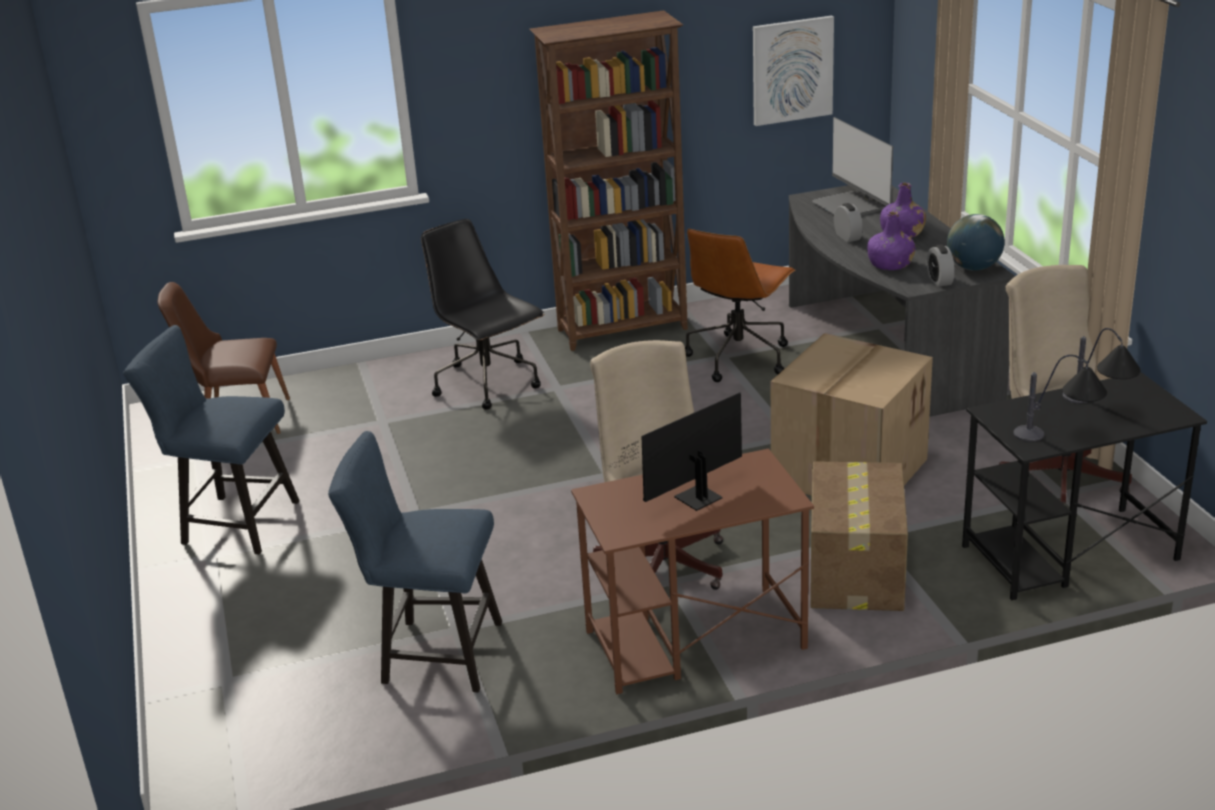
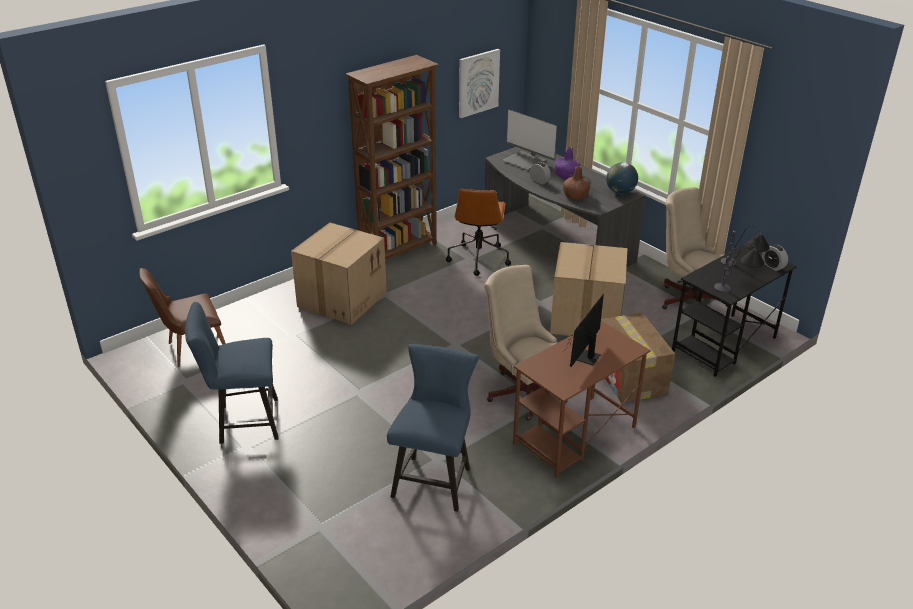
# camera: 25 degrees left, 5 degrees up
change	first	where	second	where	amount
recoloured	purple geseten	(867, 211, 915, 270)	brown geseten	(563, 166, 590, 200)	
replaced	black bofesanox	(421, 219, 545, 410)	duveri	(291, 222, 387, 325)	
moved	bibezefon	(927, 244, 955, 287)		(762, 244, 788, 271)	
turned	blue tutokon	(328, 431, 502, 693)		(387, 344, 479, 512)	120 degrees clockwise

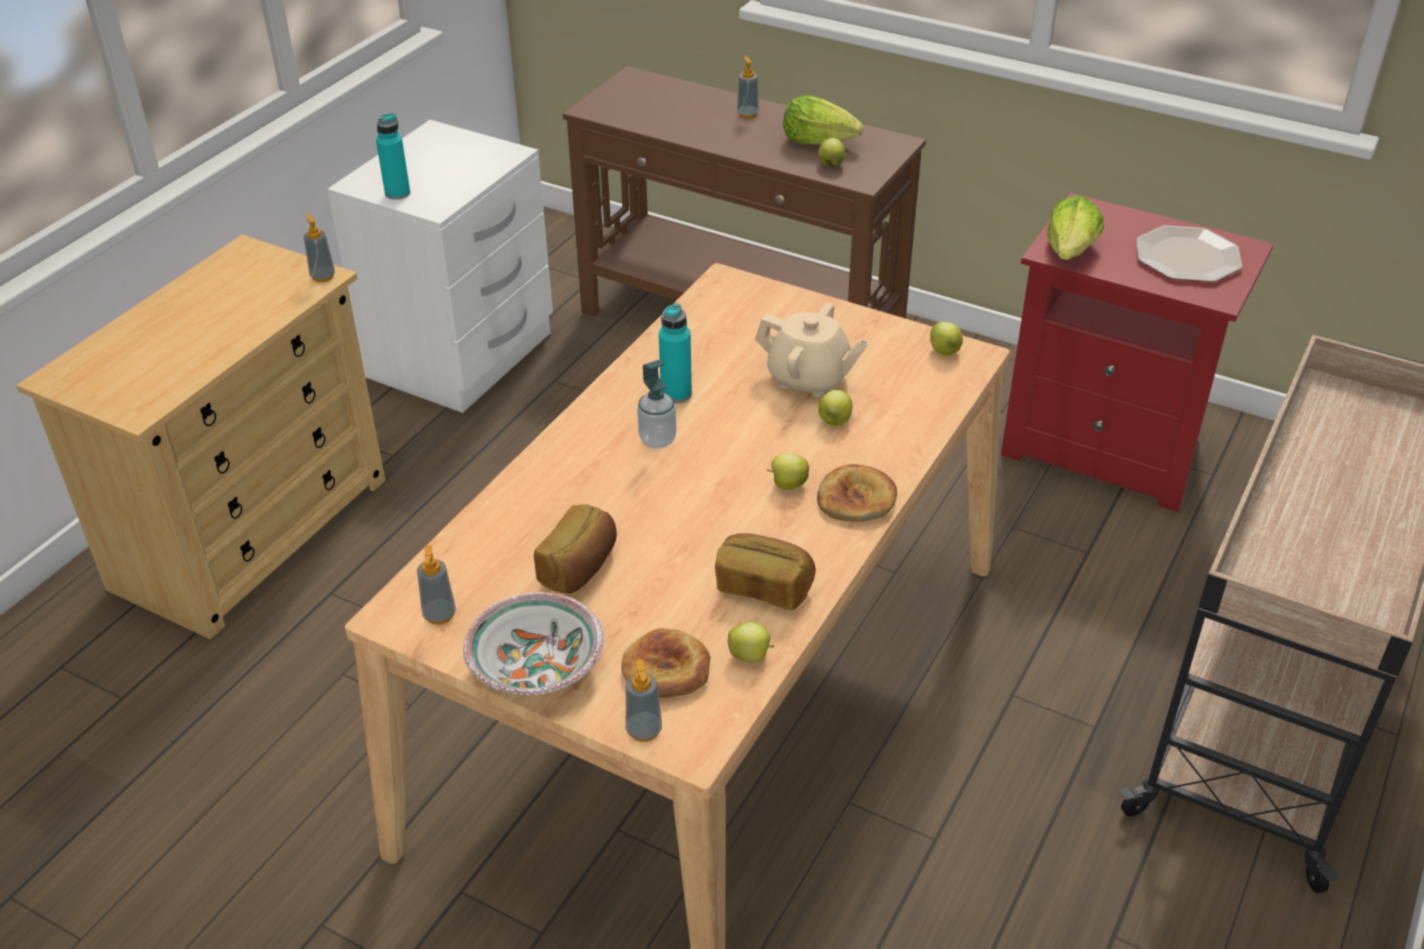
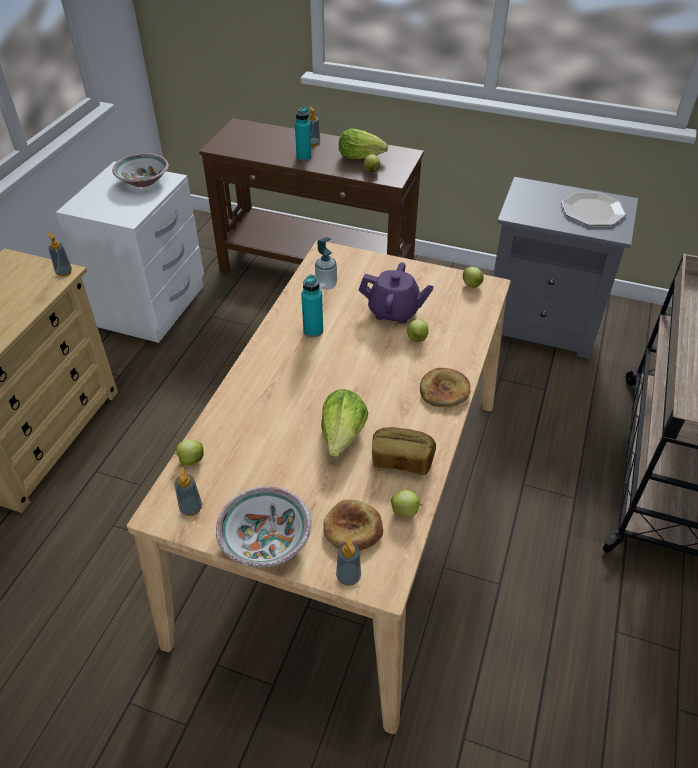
# camera: 10 degrees left, 5 degrees up
change	first	where	second	where	amount
moved	turquoise geseten	(376, 113, 410, 200)		(295, 107, 311, 161)	
recoloured	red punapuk	(1001, 193, 1274, 512)	grey punapuk	(493, 177, 638, 359)	
moved	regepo	(1047, 195, 1104, 260)		(321, 389, 368, 457)	
recoloured	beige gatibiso	(755, 302, 869, 397)	purple gatibiso	(358, 262, 434, 324)	
moved	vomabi	(637, 360, 676, 448)		(315, 237, 337, 290)	
moved	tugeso	(767, 453, 809, 490)		(174, 440, 204, 466)	
removed	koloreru	(534, 504, 617, 593)			
added			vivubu	(112, 153, 169, 187)	

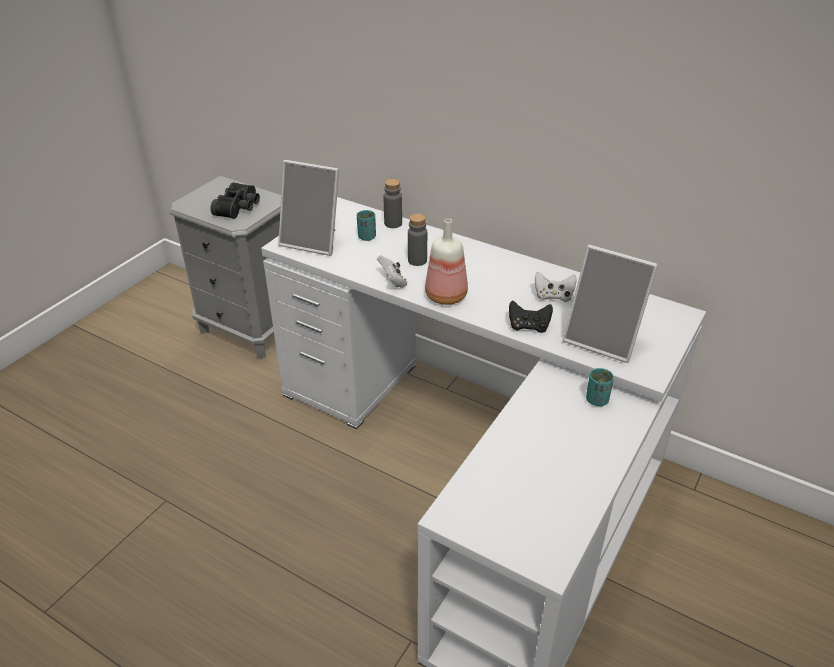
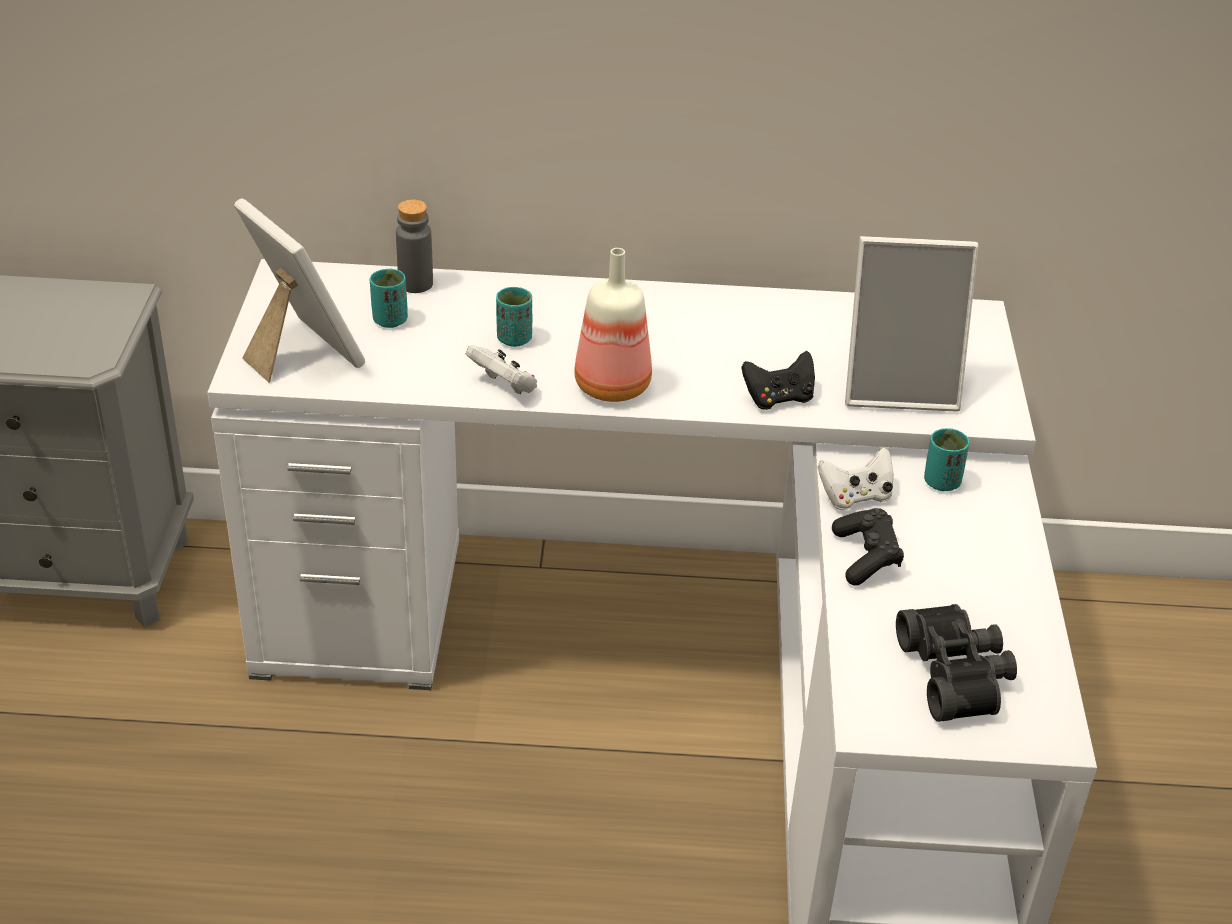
# camera: 30 degrees left, 0 degrees up
change	first	where	second	where	amount
turned	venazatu	(278, 160, 339, 256)		(234, 198, 365, 382)	120 degrees counterclockwise
moved	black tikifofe	(210, 182, 260, 219)		(896, 604, 1017, 722)	
replaced	grey geseten	(408, 214, 427, 266)	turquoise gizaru	(496, 287, 532, 347)	
moved	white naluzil	(535, 272, 577, 302)		(817, 447, 894, 510)	
added			black naluzil	(832, 508, 904, 585)	

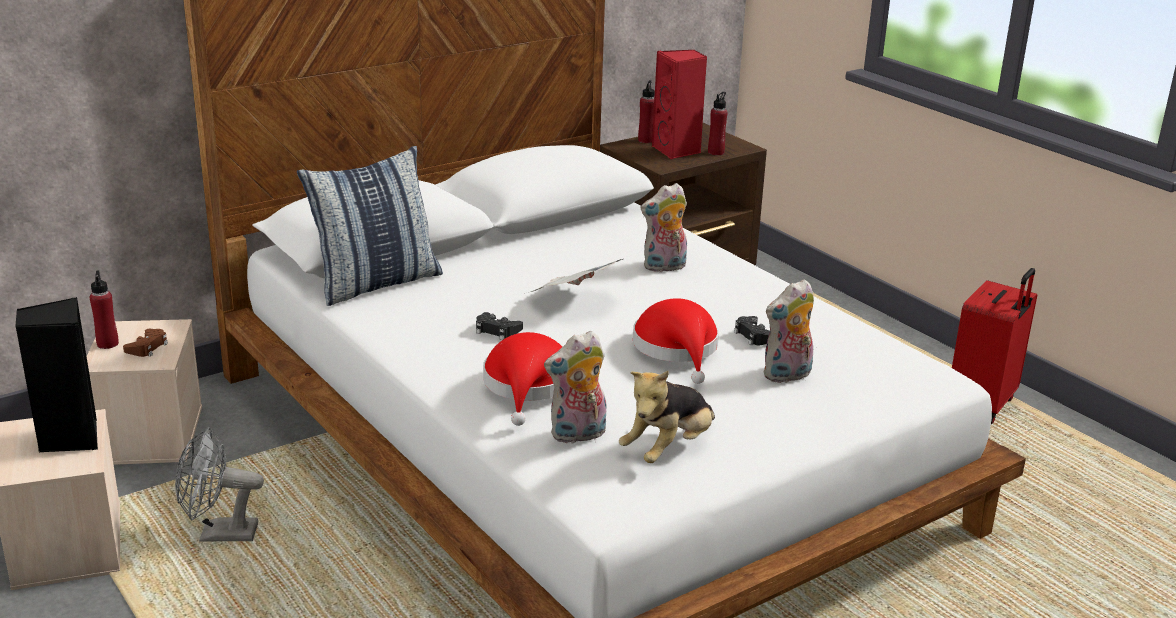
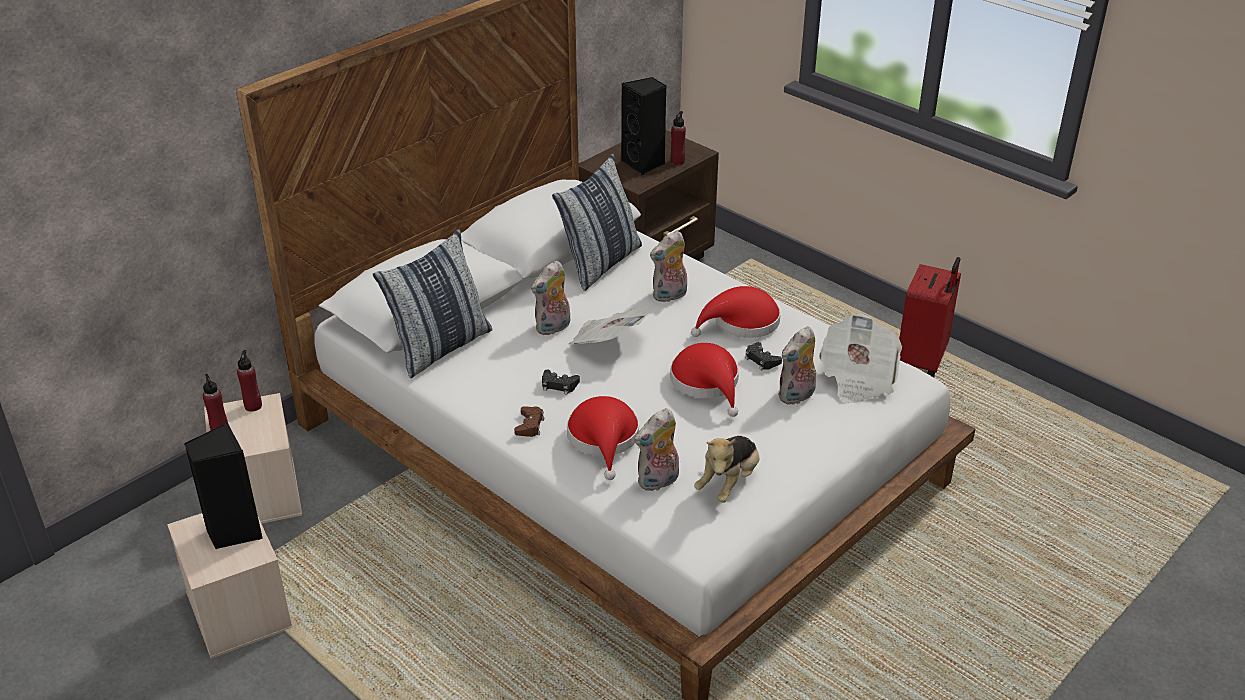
# camera: 10 degrees left, 10 degrees up
change	first	where	second	where	amount
recoloured	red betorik	(652, 50, 707, 159)	black betorik	(621, 77, 667, 175)	
moved	red geseten	(638, 80, 654, 143)		(237, 350, 262, 412)	
moved	brown naluzil	(123, 329, 168, 357)		(514, 406, 544, 437)	
removed	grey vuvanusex	(175, 427, 264, 542)			
added			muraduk	(552, 153, 642, 291)	
added			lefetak	(531, 261, 570, 335)	
added			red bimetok	(691, 286, 781, 338)	
added			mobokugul	(819, 314, 902, 403)	

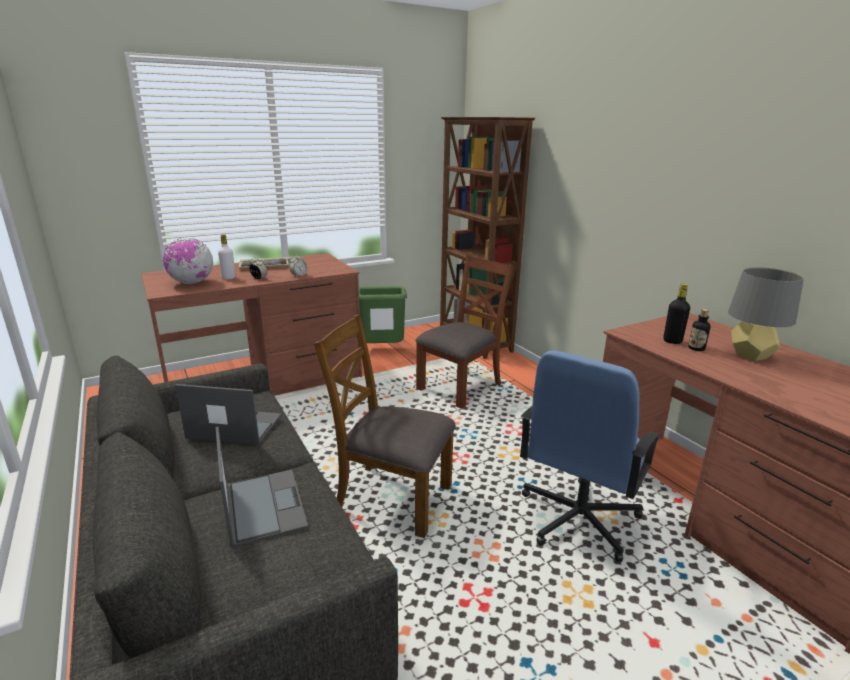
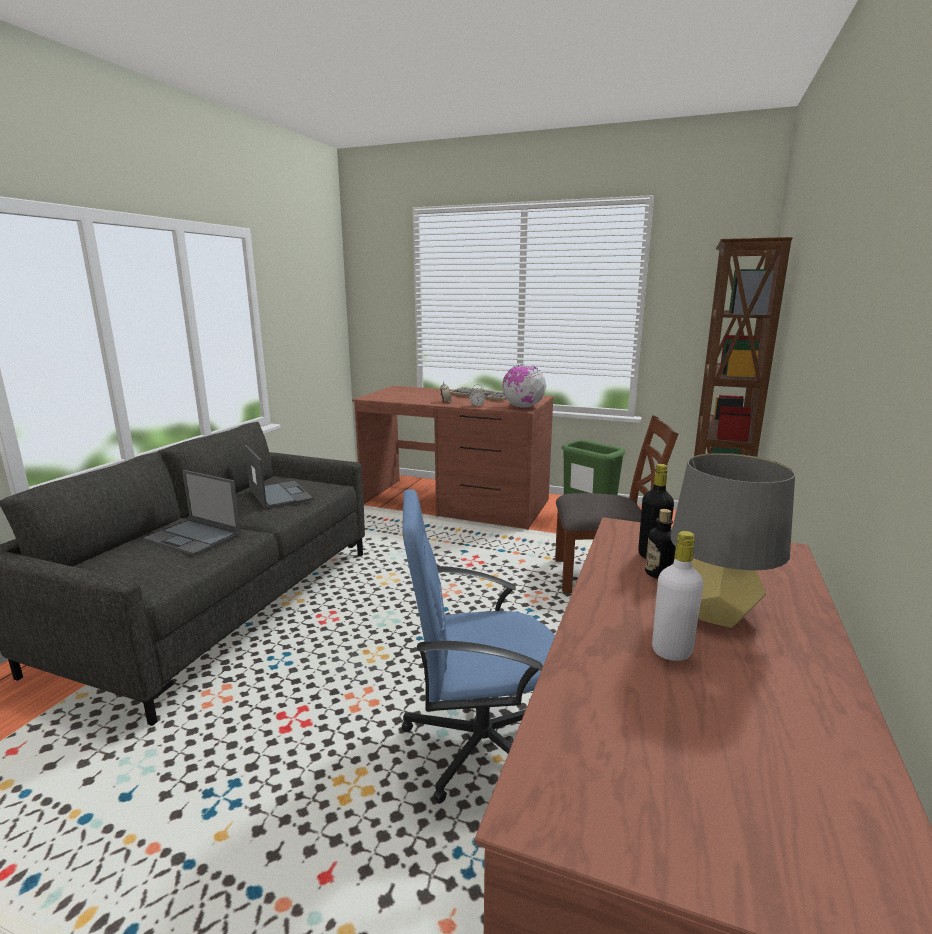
# camera: 50 degrees right, 5 degrees down
change	first	where	second	where	amount
moved	white geseten	(218, 234, 235, 279)		(652, 531, 704, 661)	
moved	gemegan	(163, 238, 213, 284)		(502, 364, 546, 408)	
removed	brown tutokon	(314, 314, 456, 538)			
turned	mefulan	(216, 427, 308, 548)		(143, 470, 241, 556)	90 degrees clockwise

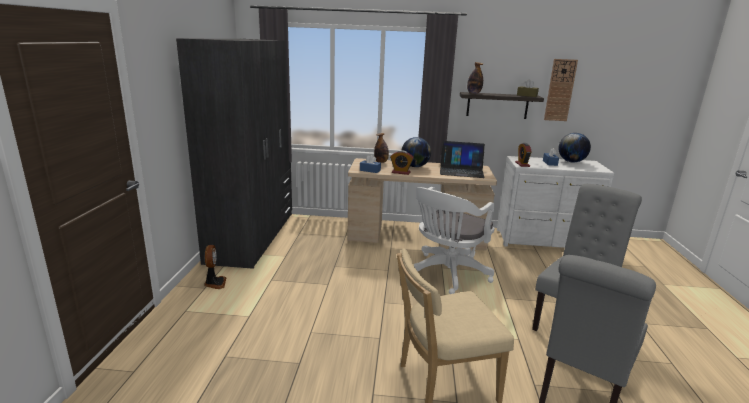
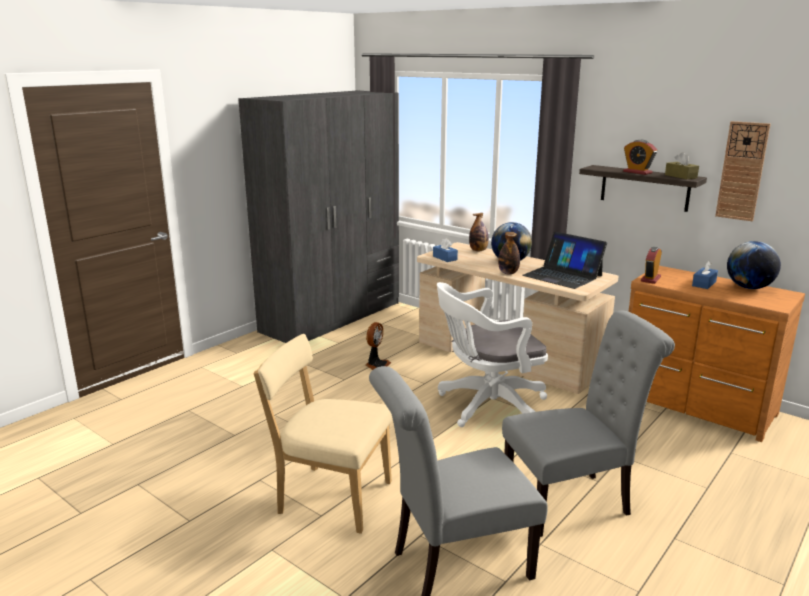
# camera: 35 degrees right, 0 degrees up
change	first	where	second	where	amount
moved	geseten	(467, 62, 483, 94)		(498, 232, 520, 274)	
moved	bibezefon	(390, 150, 414, 175)		(623, 140, 657, 175)	
recoloured	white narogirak	(497, 156, 614, 248)	brown narogirak	(628, 266, 805, 442)	
moved	vuvanusex	(204, 245, 227, 289)		(365, 322, 391, 370)	

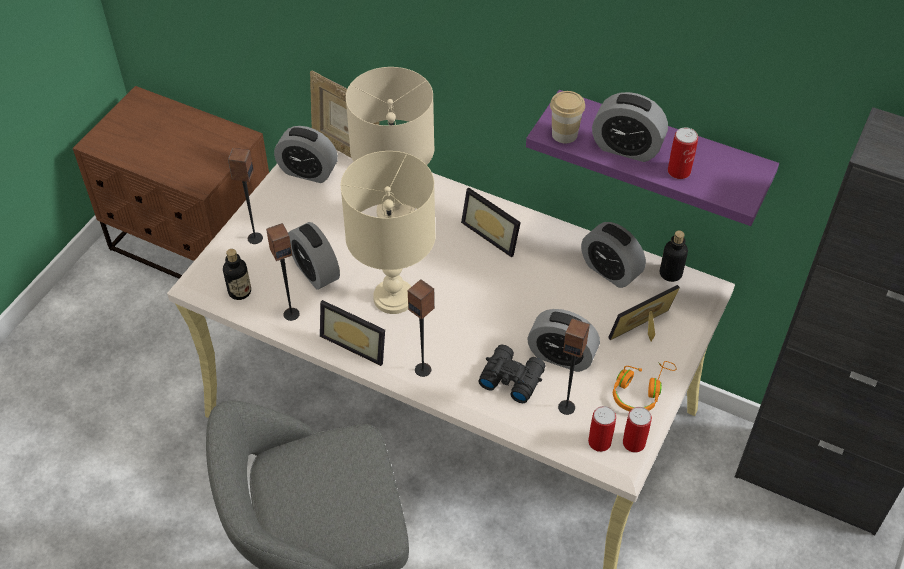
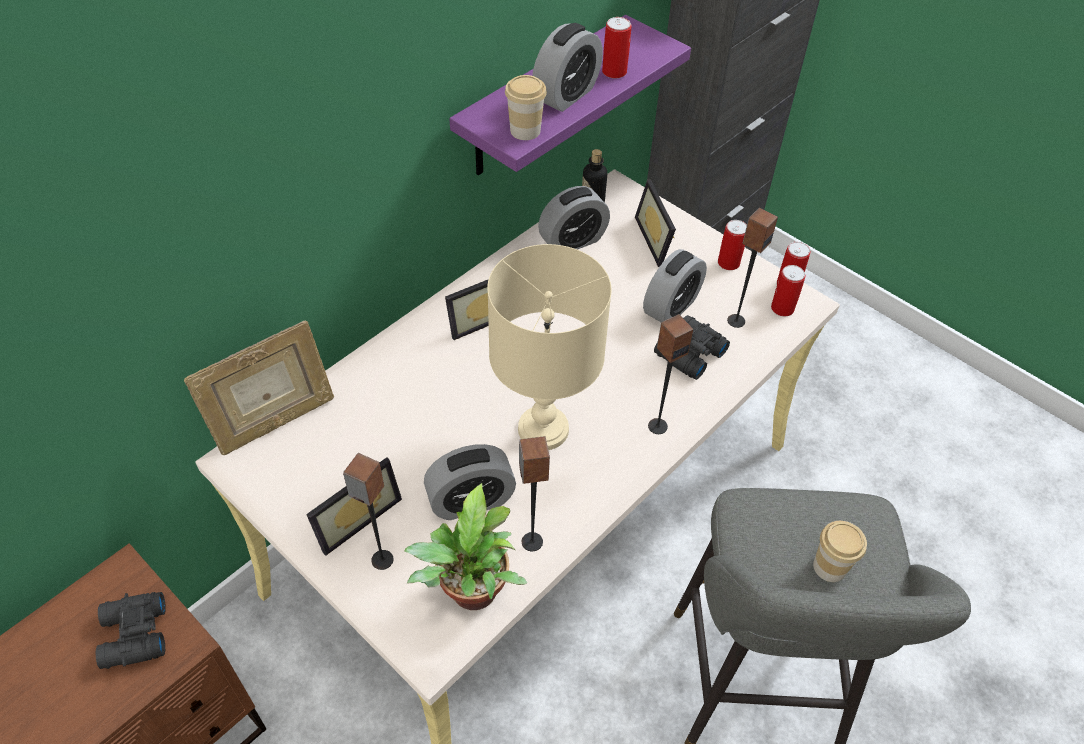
# camera: 75 degrees left, 0 degrees up
change	first	where	second	where	amount
removed	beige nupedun	(346, 67, 434, 218)			
removed	bibezefon	(274, 126, 338, 183)			
replaced	geseten	(223, 249, 251, 300)	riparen	(404, 483, 527, 610)	
moved	venazatu	(320, 300, 385, 366)		(306, 457, 402, 556)	
replaced	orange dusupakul	(613, 361, 677, 412)	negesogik	(718, 220, 747, 270)	
added			gizaru	(813, 521, 867, 582)	
added			black tikifofe	(95, 592, 166, 669)	

